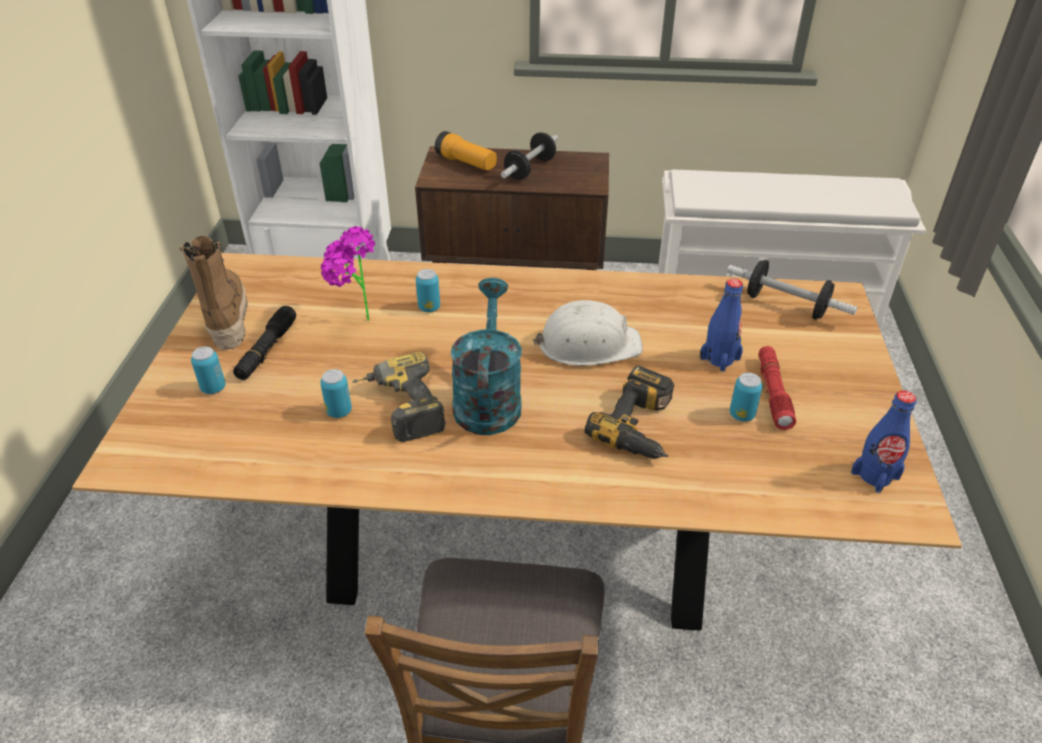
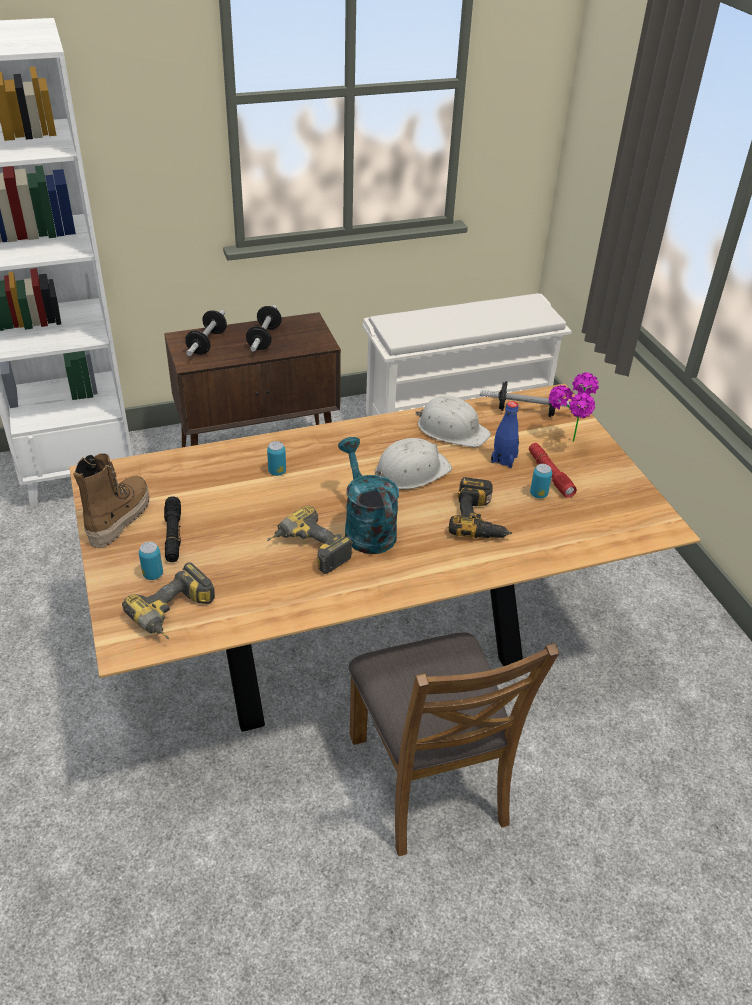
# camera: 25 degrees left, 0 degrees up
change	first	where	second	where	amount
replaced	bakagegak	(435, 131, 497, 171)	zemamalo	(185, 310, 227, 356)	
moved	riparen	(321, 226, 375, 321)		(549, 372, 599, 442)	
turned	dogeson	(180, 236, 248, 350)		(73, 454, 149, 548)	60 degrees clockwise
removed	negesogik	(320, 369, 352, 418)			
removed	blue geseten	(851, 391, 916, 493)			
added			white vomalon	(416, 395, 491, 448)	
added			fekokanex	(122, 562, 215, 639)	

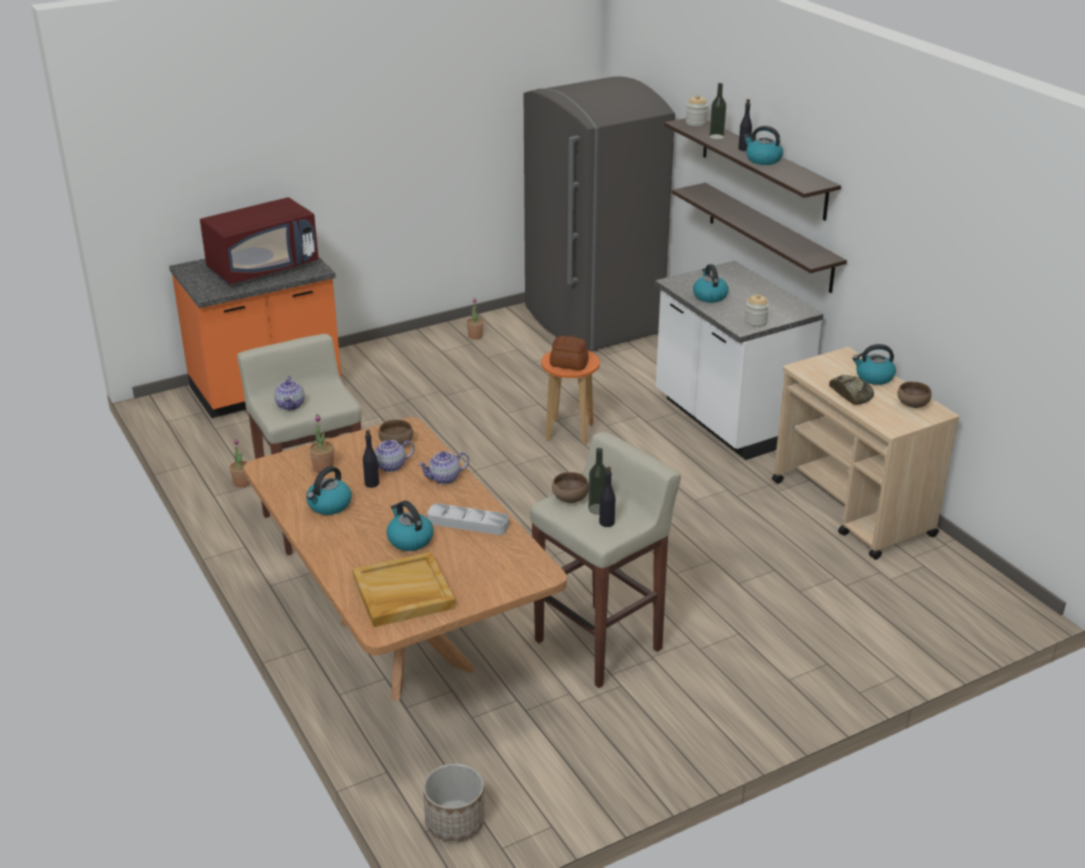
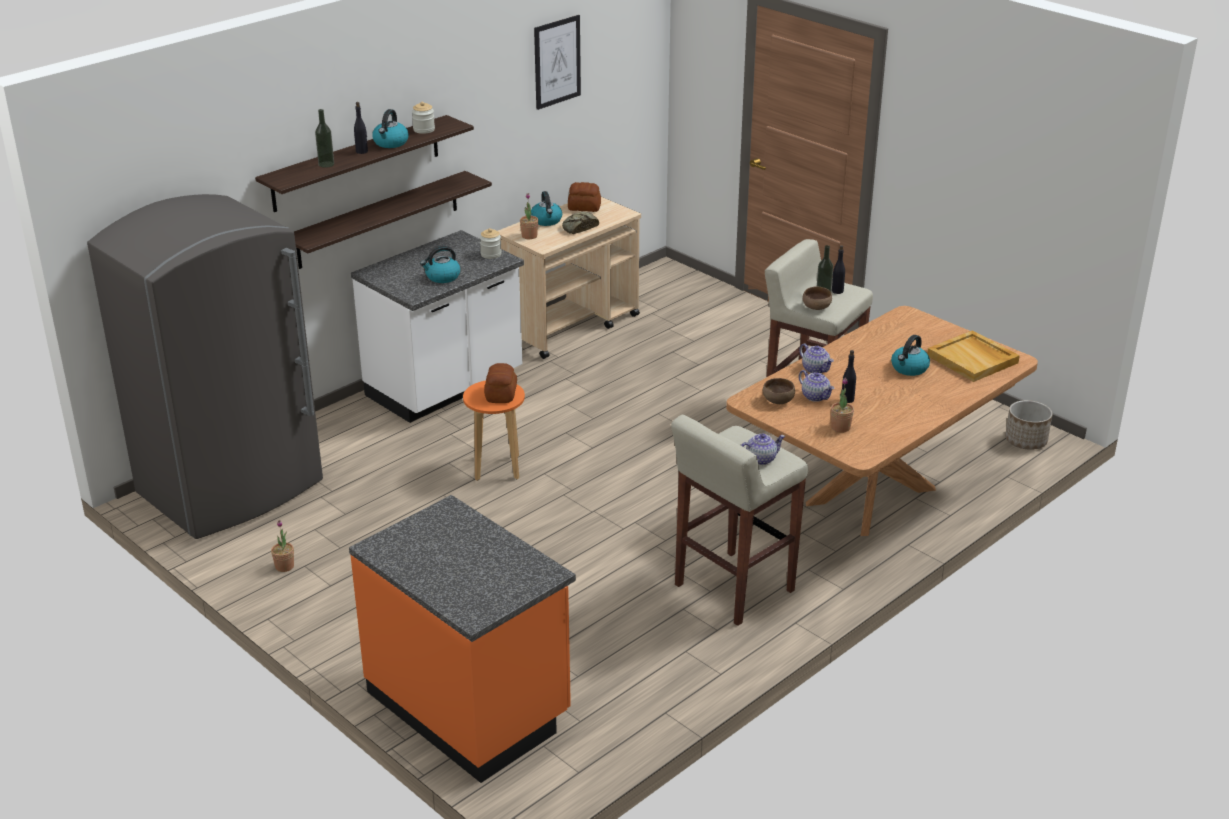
# camera: 105 degrees left, 0 degrees up
change	first	where	second	where	amount
moved	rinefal	(686, 95, 708, 126)		(412, 102, 435, 134)	
removed	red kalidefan	(200, 197, 319, 284)			
replaced	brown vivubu	(897, 382, 931, 408)	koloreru	(568, 182, 601, 212)	
moved	riparen	(230, 438, 250, 488)		(520, 193, 538, 239)	
removed	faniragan	(306, 466, 352, 515)			
removed	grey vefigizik	(427, 503, 509, 535)			
added			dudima	(534, 15, 581, 110)	

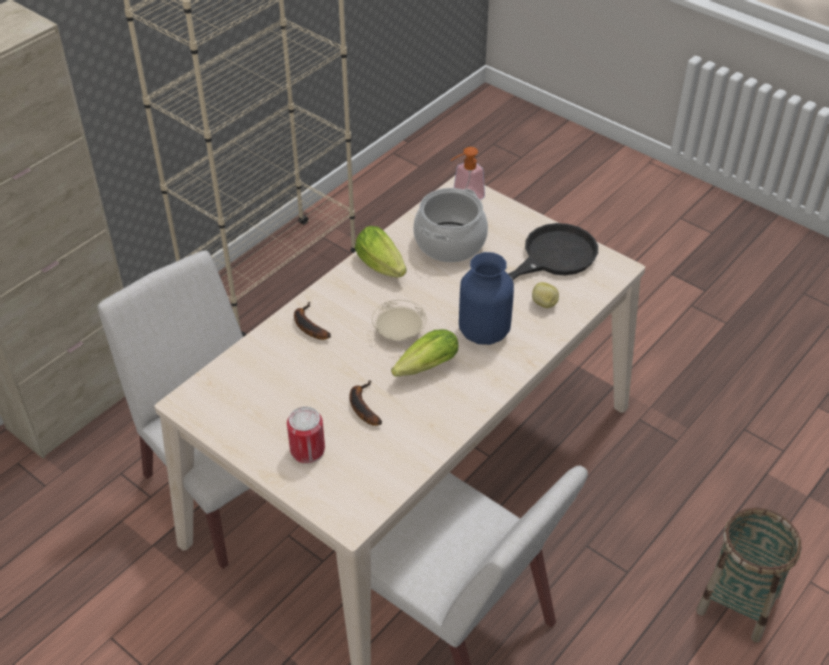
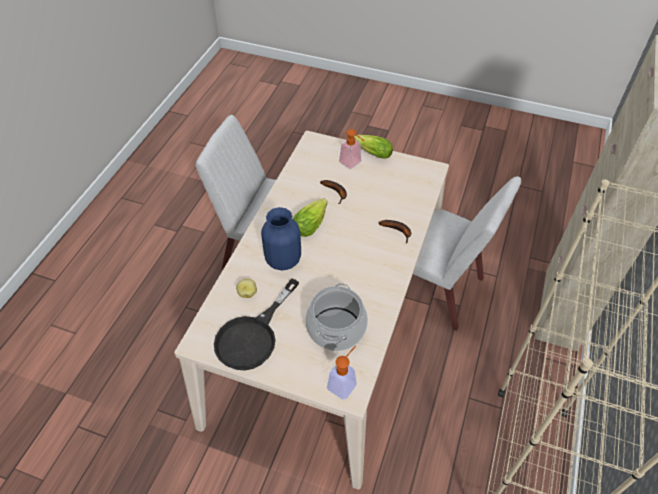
# camera: 160 degrees right, 5 degrees up
change	first	where	second	where	amount
moved	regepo	(355, 226, 407, 277)		(354, 135, 393, 159)	
removed	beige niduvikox	(372, 300, 427, 341)			
replaced	negesogik	(287, 407, 325, 464)	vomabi	(339, 129, 364, 169)	
removed	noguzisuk	(696, 507, 802, 643)			

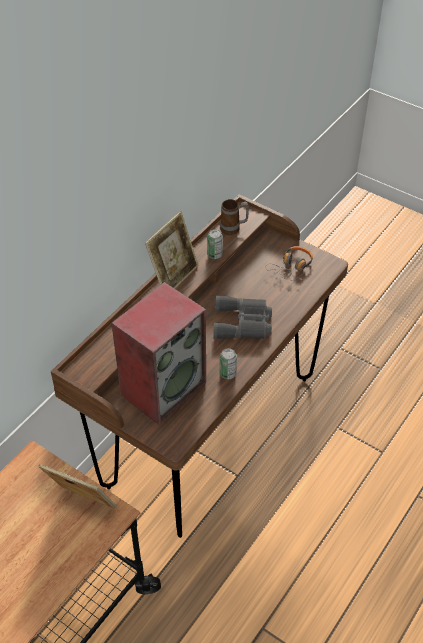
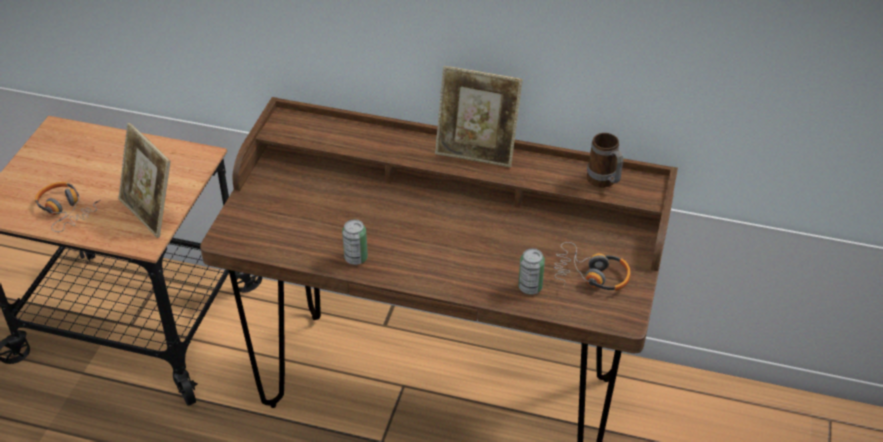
# camera: 70 degrees right, 5 degrees down
change	first	where	second	where	amount
moved	negesogik	(207, 229, 223, 259)		(519, 248, 545, 294)	
removed	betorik	(111, 282, 206, 424)			
removed	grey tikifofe	(213, 296, 272, 339)			
turned	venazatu	(38, 464, 117, 508)		(119, 123, 171, 238)	135 degrees clockwise
added			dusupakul	(35, 182, 100, 232)	

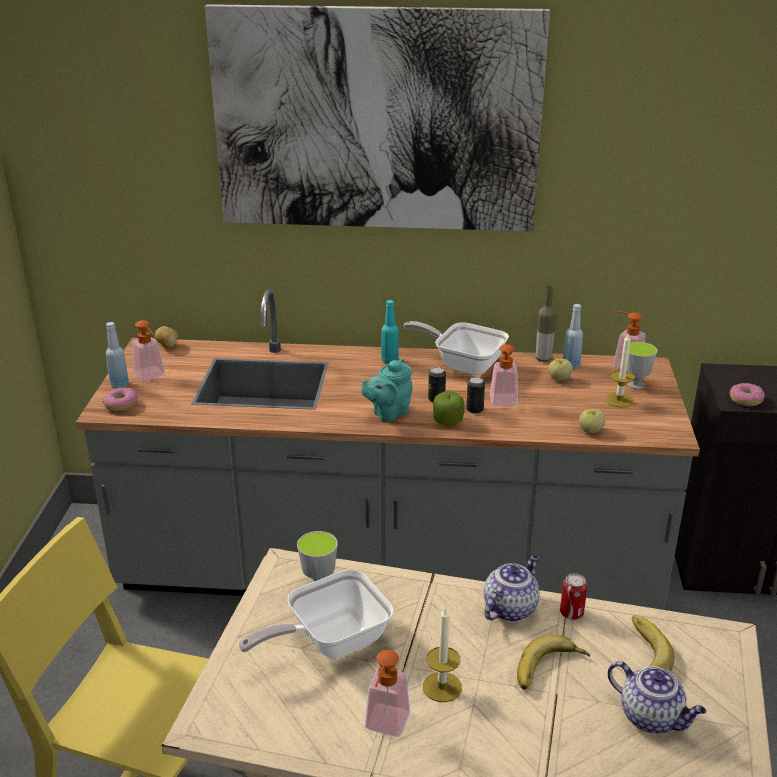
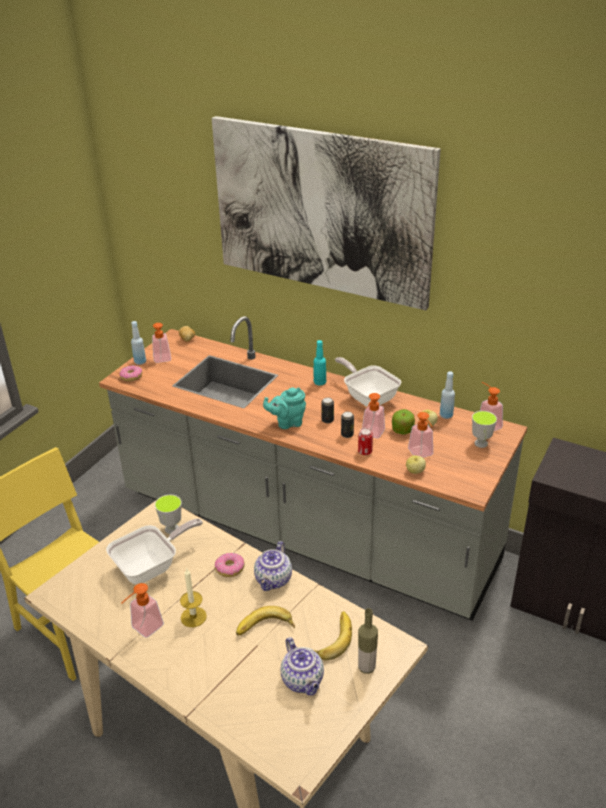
# camera: 25 degrees right, 5 degrees up
change	first	where	second	where	amount
moved	geseten	(536, 286, 557, 362)		(358, 608, 378, 674)	
removed	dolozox	(605, 334, 635, 408)			
moved	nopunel	(729, 383, 765, 406)		(215, 553, 245, 577)	
moved	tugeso	(433, 391, 465, 426)		(392, 409, 415, 434)	
turned	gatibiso	(484, 555, 540, 622)		(254, 541, 292, 591)	135 degrees clockwise
turned	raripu	(239, 569, 394, 658)		(106, 518, 203, 585)	150 degrees clockwise
moved	negesogik	(560, 573, 587, 620)		(358, 428, 373, 455)	
added			vomabi	(408, 412, 433, 457)	

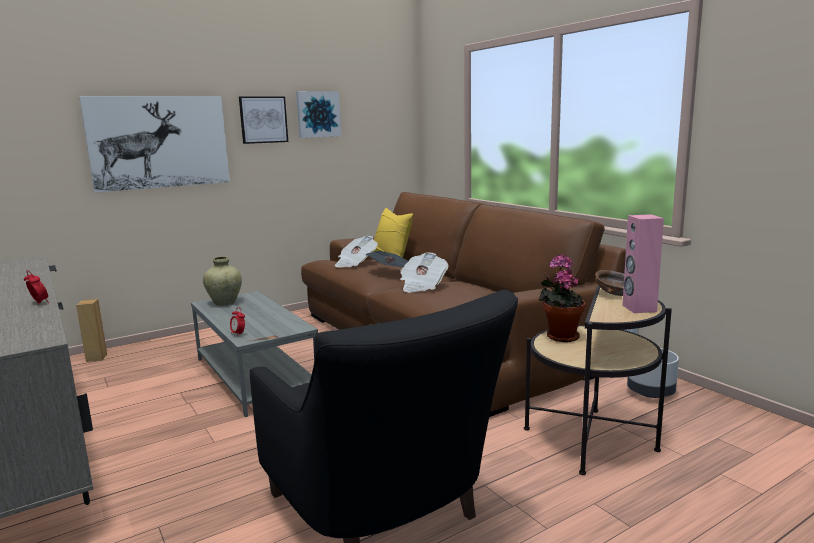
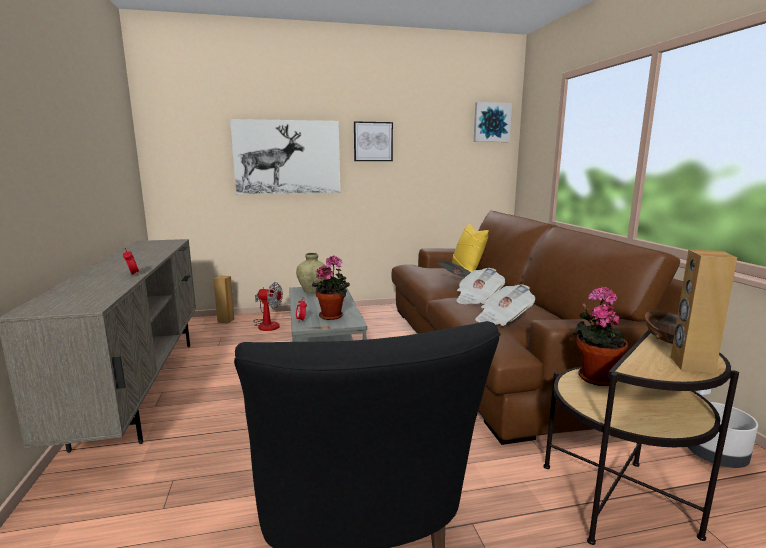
# camera: 20 degrees right, 0 degrees up
change	first	where	second	where	amount
moved	dudima	(296, 91, 341, 138)		(474, 102, 512, 142)	
recoloured	pink betorik	(622, 214, 664, 313)	brown betorik	(671, 250, 737, 374)	
moved	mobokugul	(335, 236, 378, 268)		(475, 285, 535, 326)	
added			riparen	(312, 256, 350, 320)	
added			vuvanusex	(253, 282, 283, 331)	

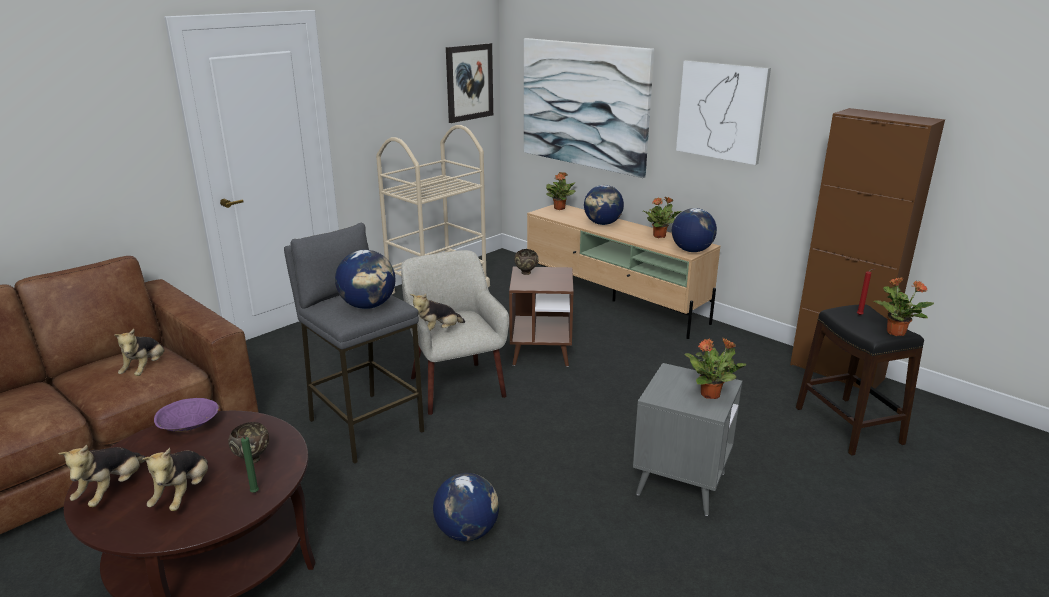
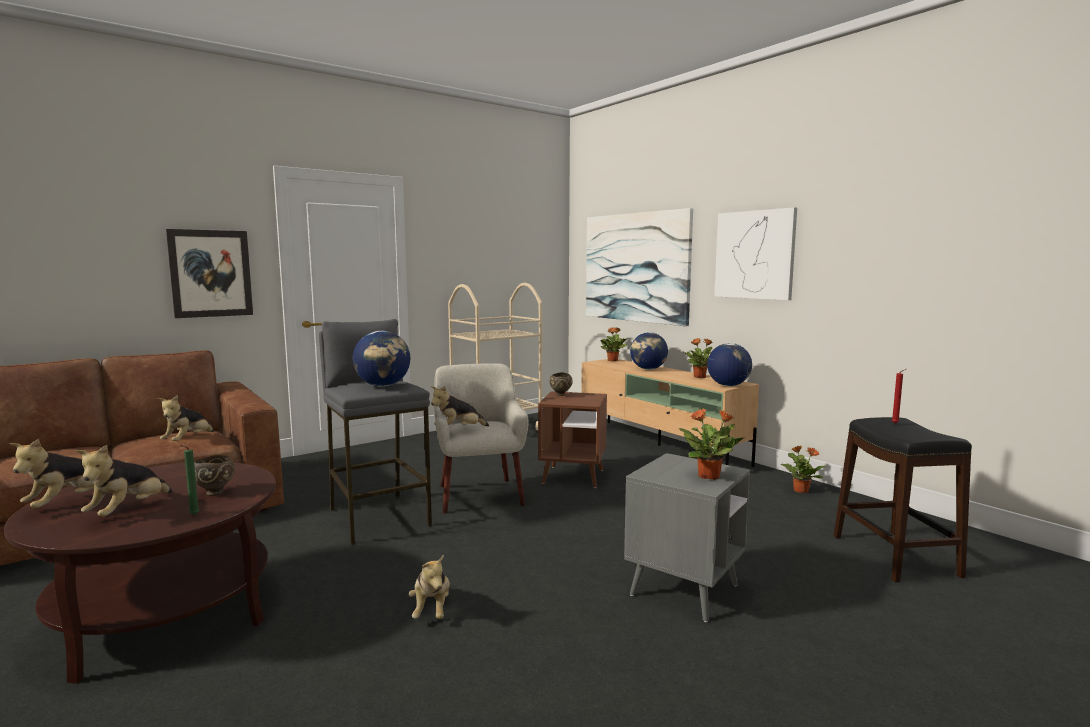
# camera: 10 degrees right, 15 degrees down
change	first	where	second	where	amount
moved	dudima	(446, 43, 493, 123)		(166, 229, 253, 318)	
removed	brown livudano	(790, 108, 945, 389)			
moved	riparen	(873, 277, 934, 336)		(781, 445, 826, 493)	
removed	purple vivubu	(154, 398, 219, 432)			
replaced	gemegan	(433, 473, 499, 541)	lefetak	(409, 555, 450, 619)	

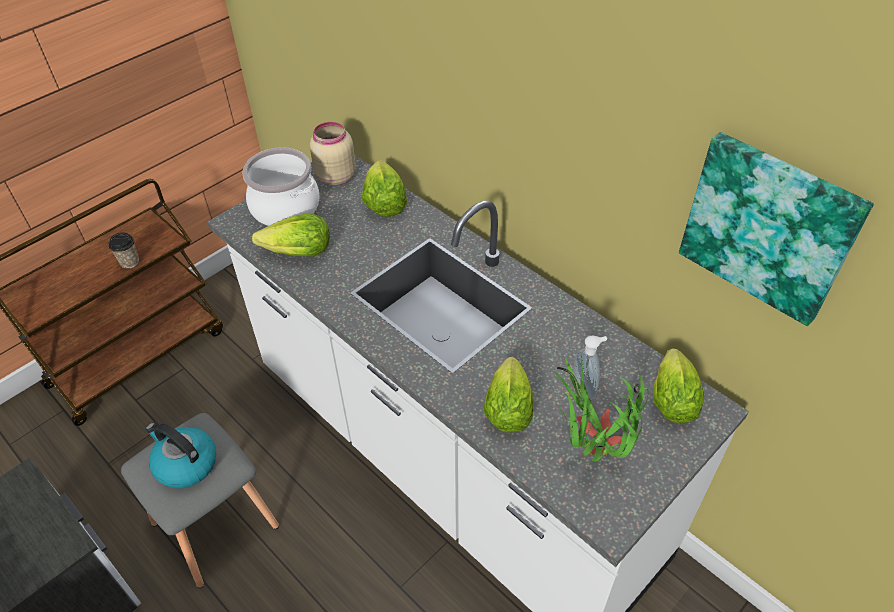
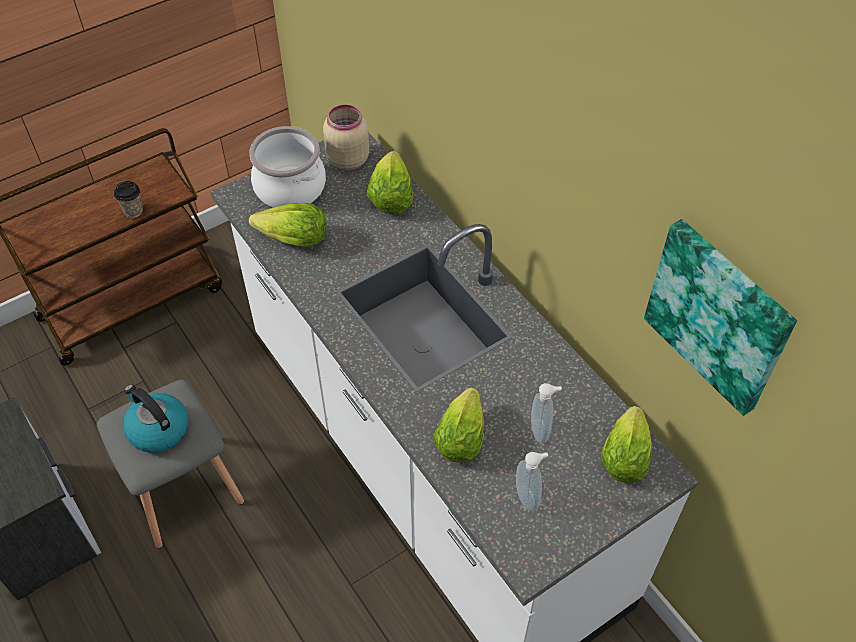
# camera: 10 degrees right, 5 degrees up
change	first	where	second	where	amount
replaced	riparen	(554, 357, 649, 461)	vomabi	(516, 452, 548, 511)	

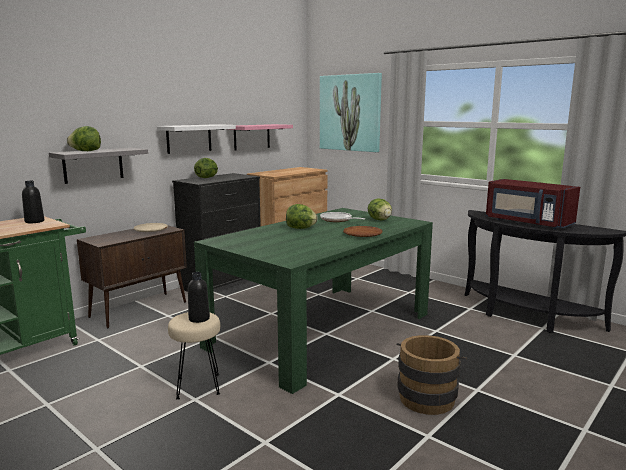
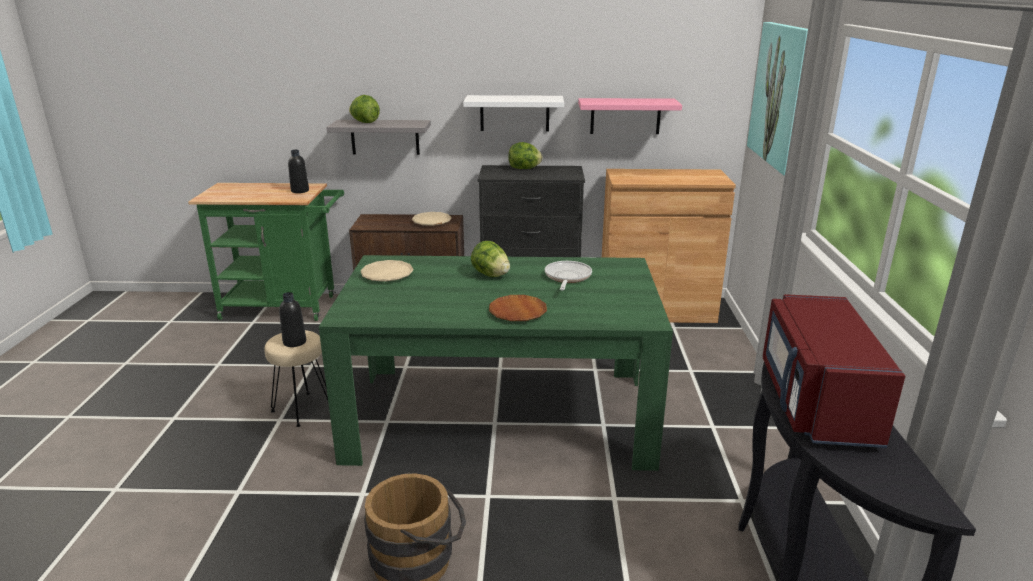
# camera: 50 degrees right, 10 degrees up
change	first	where	second	where	amount
removed	regepo	(368, 198, 392, 220)			
added			beige niduvikox	(360, 260, 414, 282)	

